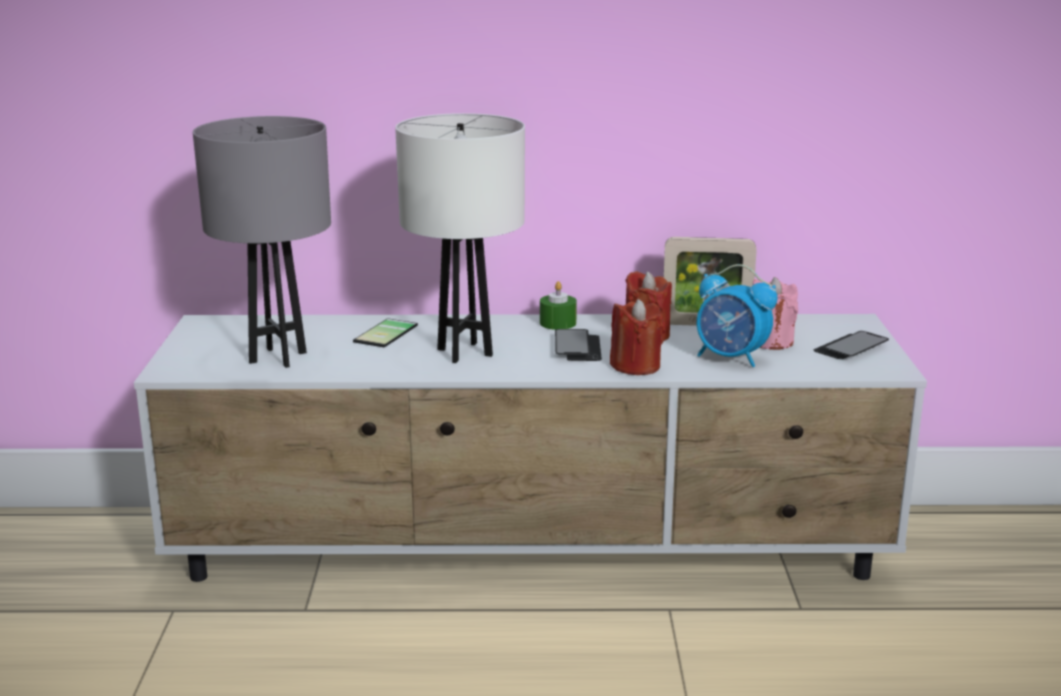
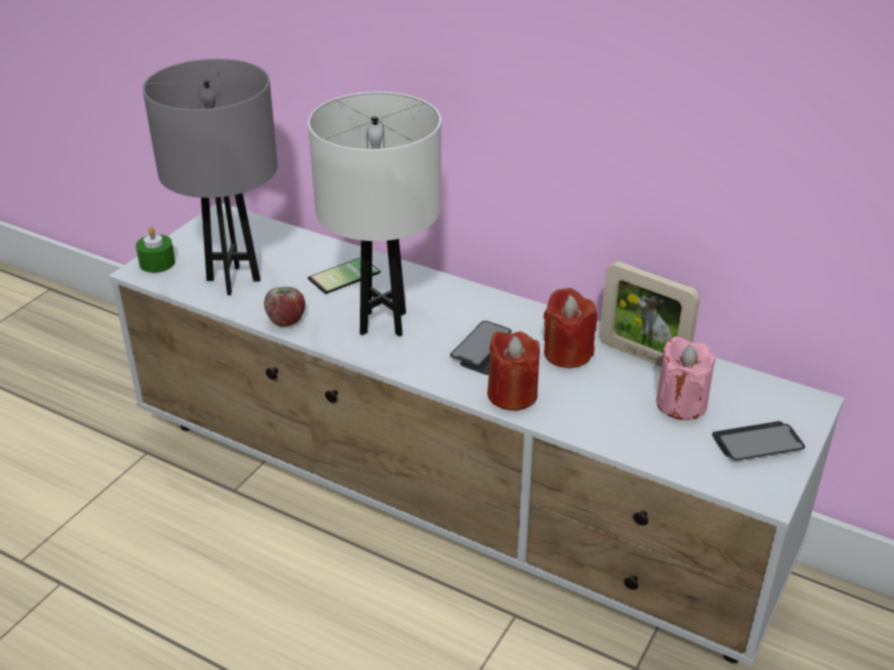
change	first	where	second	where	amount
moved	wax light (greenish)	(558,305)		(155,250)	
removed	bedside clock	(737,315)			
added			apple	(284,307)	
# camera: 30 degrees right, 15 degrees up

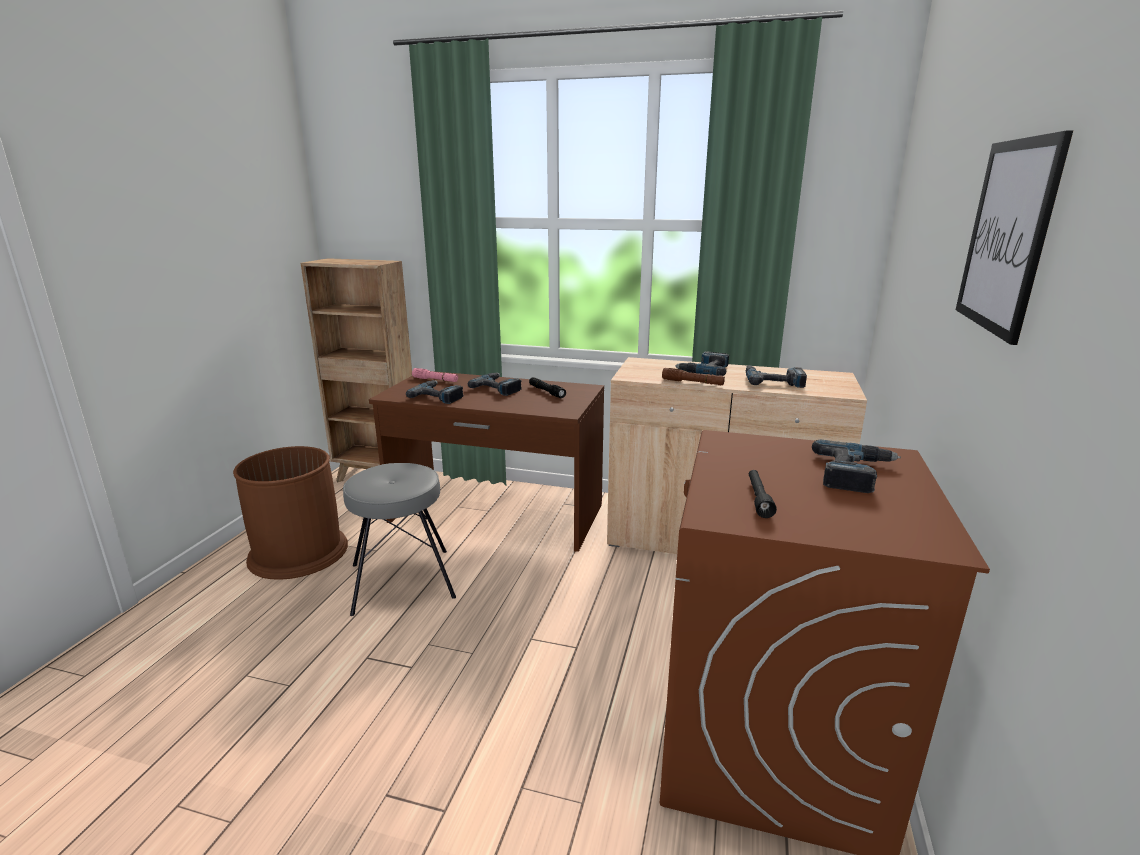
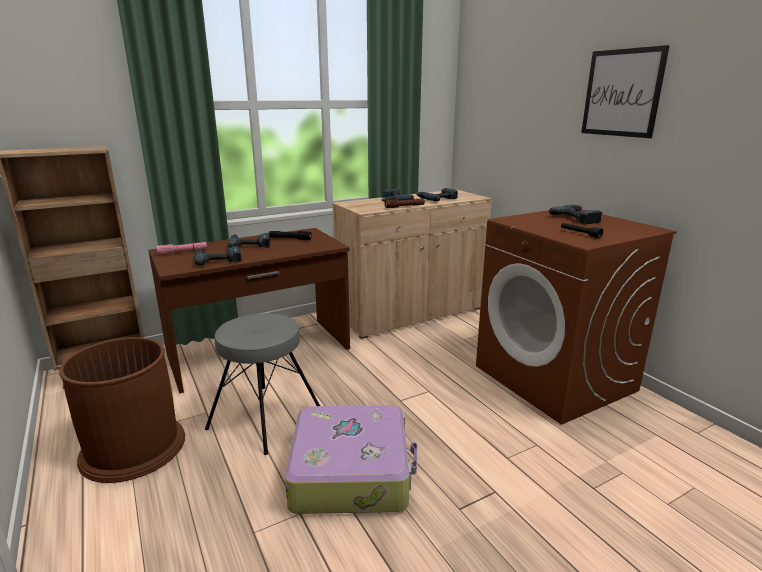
change	first	where	second	where	amount
added			piece of luggage	(351,459)	
# camera: 45 degrees left, 0 degrees up

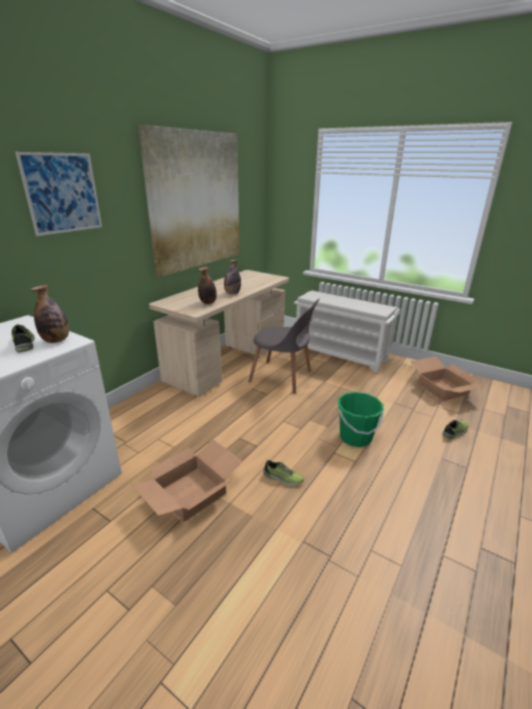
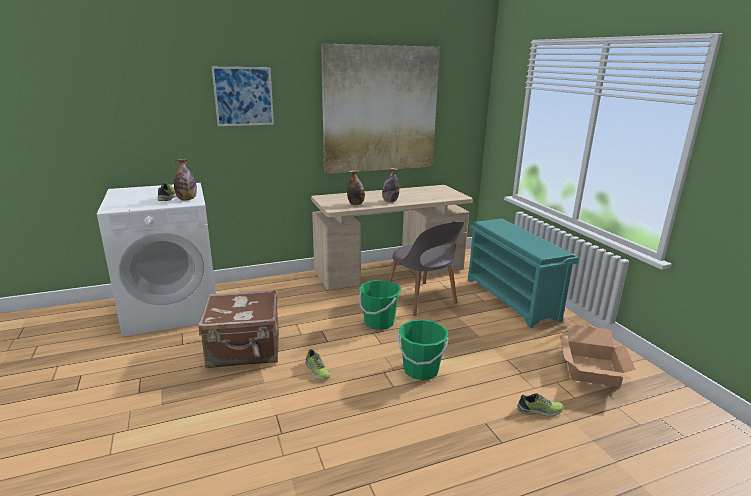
change	first	where	second	where	amount
replaced	cardboard box	(187,480)	piece of luggage (brown)	(238,329)	
recoloured	shoe stand (whitish)	(347,332)	shoe stand (turquoise)	(523,273)	
added			water bucket (greenish)	(380,305)	
# camera: 35 degrees right, 5 degrees down

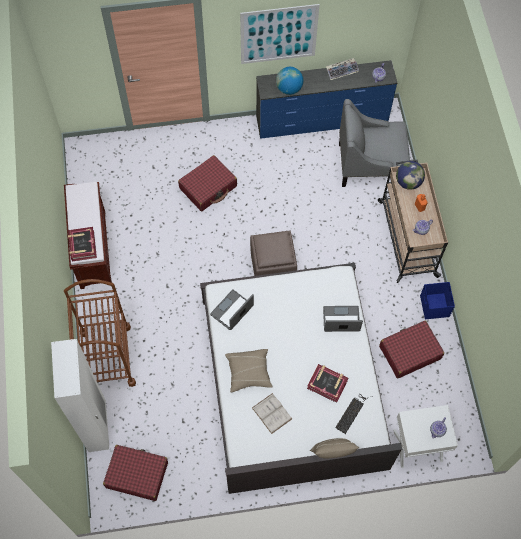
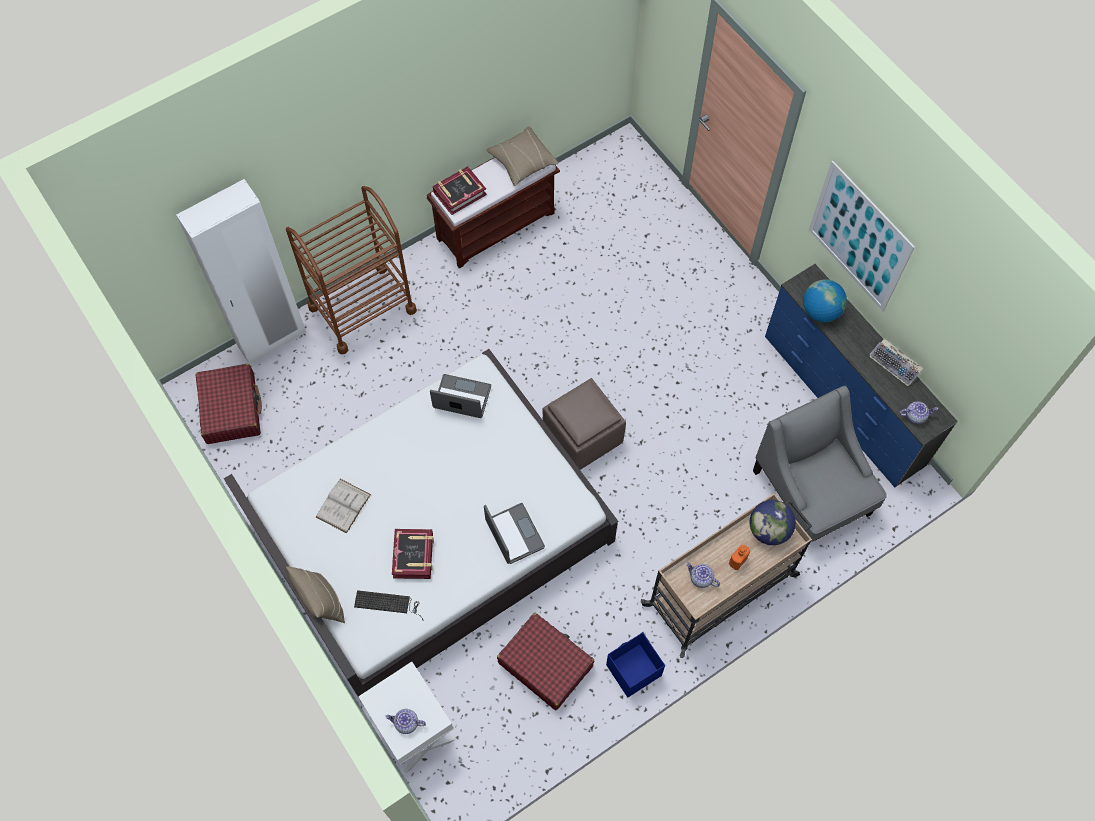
change	first	where	second	where	amount
removed	piece of luggage (red-coloured)	(207,183)			
moved	throw pillow (beige)	(248,370)		(522,156)	
# camera: 65 degrees right, 0 degrees up

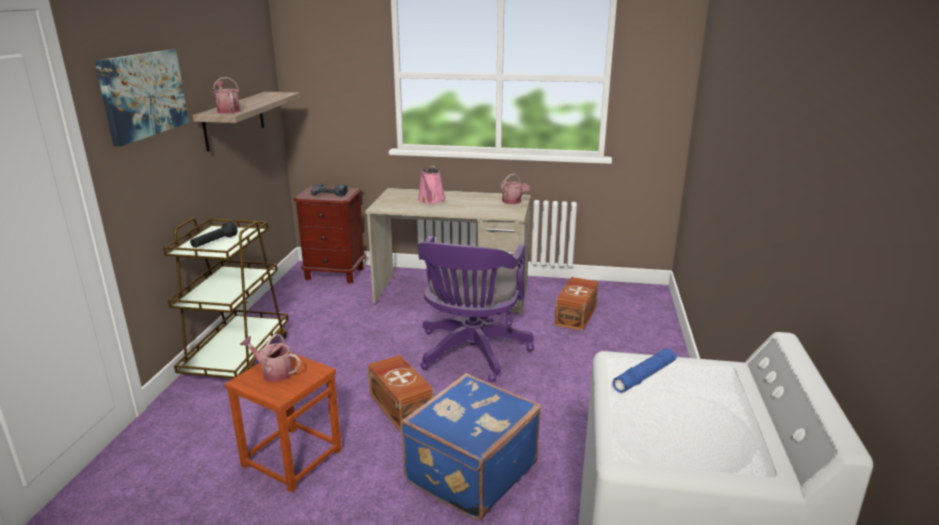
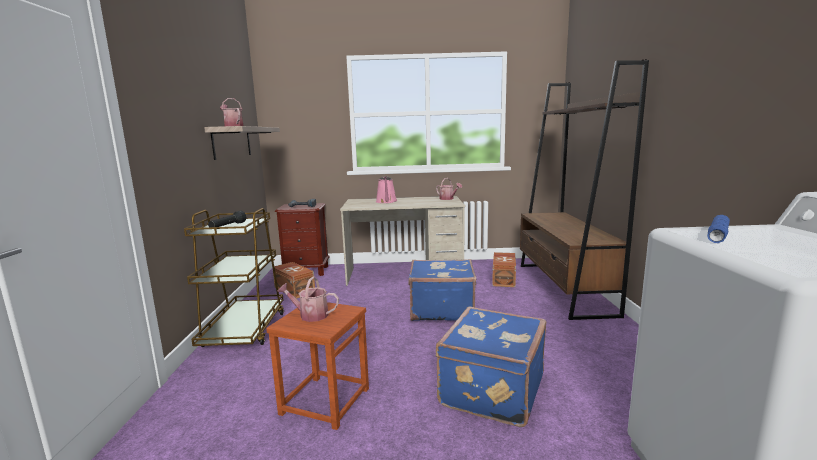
change	first	where	second	where	amount
removed	wall picture	(142,98)			
moved	storage bin (brown)	(401,393)		(294,280)	
replaced	office chair (purplish)	(475,309)	piece of luggage (blue-coloured)	(443,290)	
added			bookshelf (brown)	(584,190)	
# camera: 10 degrees left, 10 degrees down

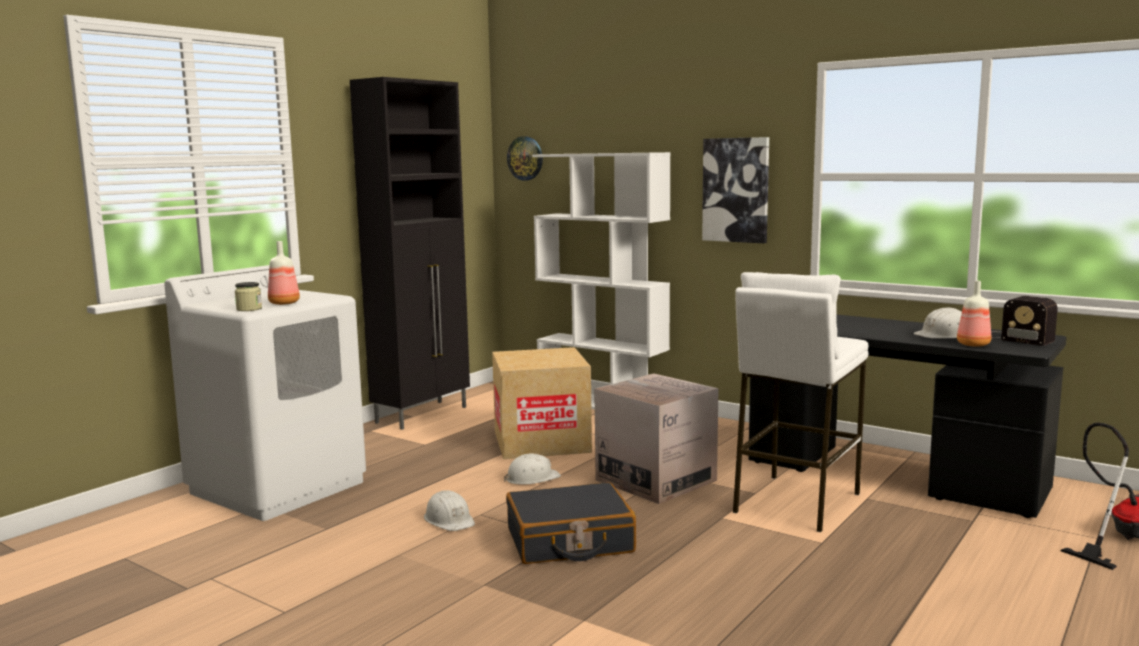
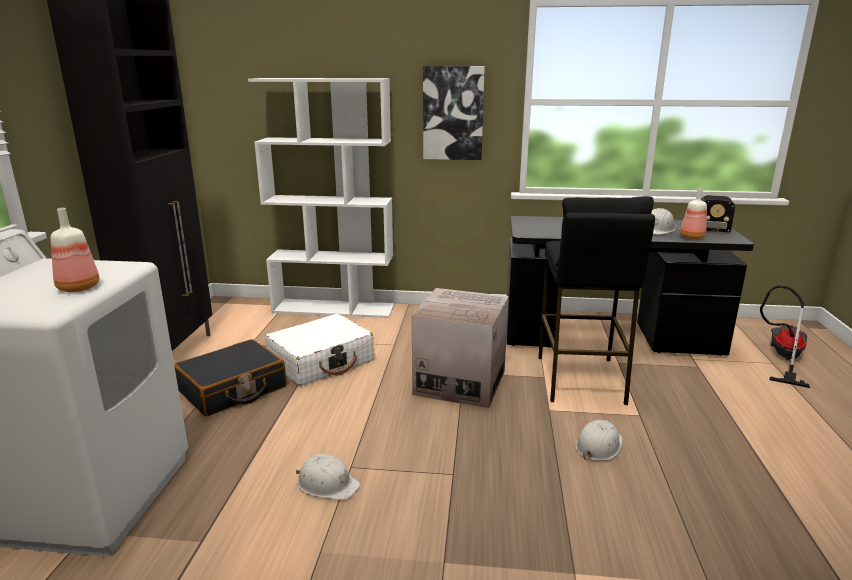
change	first	where	second	where	amount
removed	storage jar	(248,296)			
replaced	cardboard box	(542,403)	piece of luggage (whitish)	(319,350)	
moved	safety helmet (whitish)	(532,469)		(599,440)	
moved	piece of luggage (black)	(571,523)		(230,377)	
removed	wall clock	(525,159)			
recoloured	stool (whitish)	(800,402)	stool (black)	(596,300)	
# camera: 30 degrees left, 10 degrees up

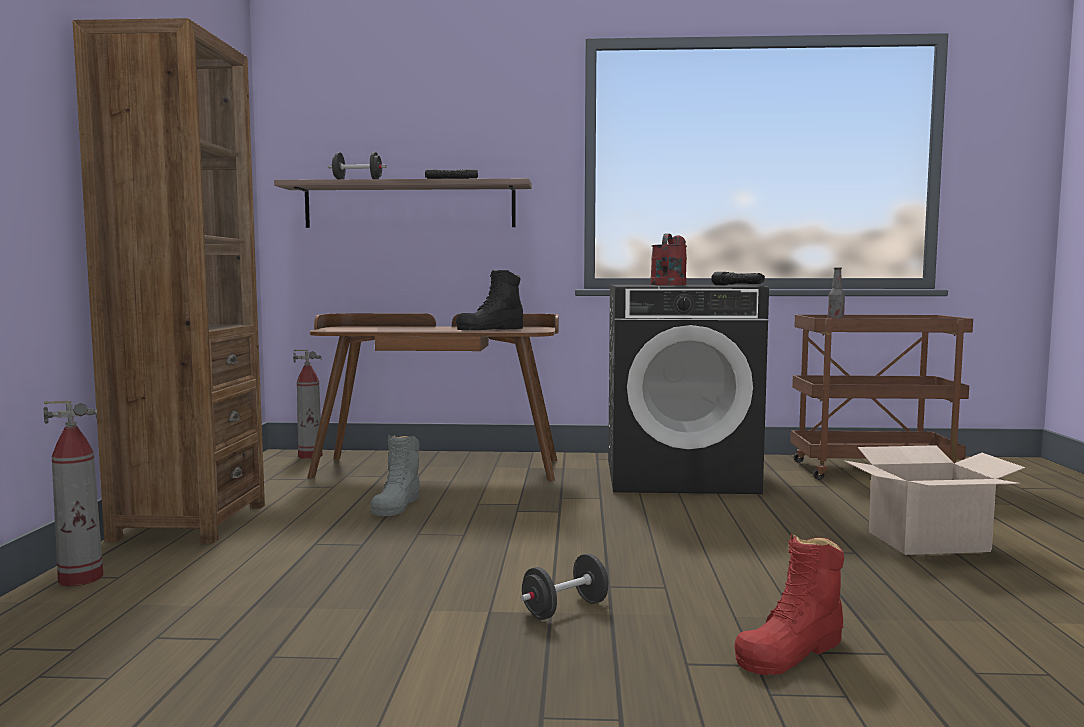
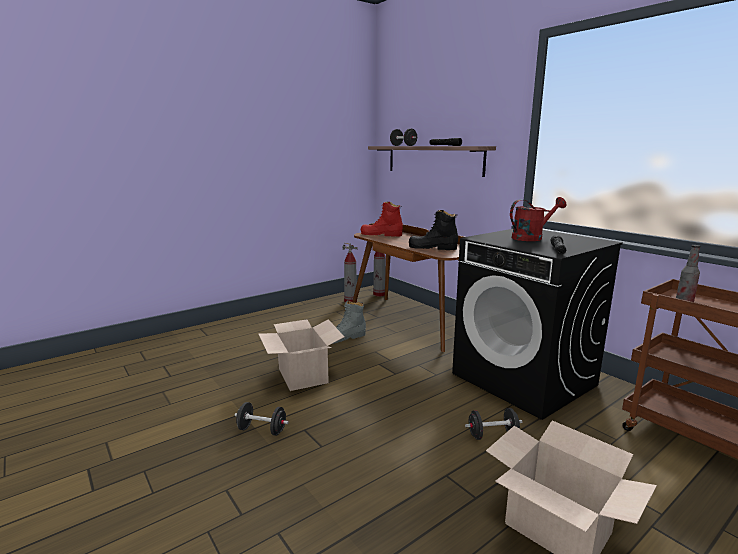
change	first	where	second	where	amount
moved	fire-fighting cylinder	(73,493)		(350,272)	
removed	bookshelf (brown)	(168,281)			
moved	tall boot (red-coloured)	(789,604)		(382,219)	
added			cardboard box	(301,355)	
added			hand weight (black)	(493,424)	
# camera: 50 degrees right, 10 degrees up

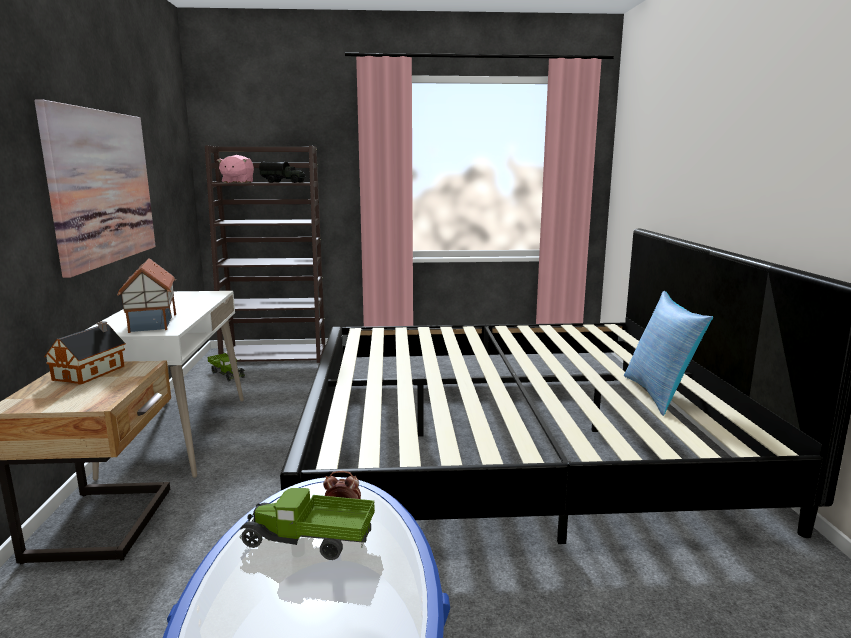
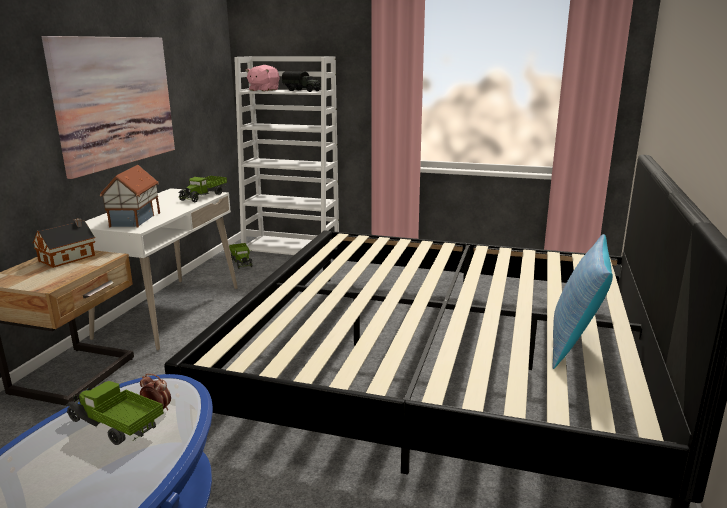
change	first	where	second	where	amount
recoloured	bookshelf (brown)	(265,254)	bookshelf (whitish)	(286,155)	
added			toy lorry	(203,189)	
# camera: 20 degrees right, 5 degrees up

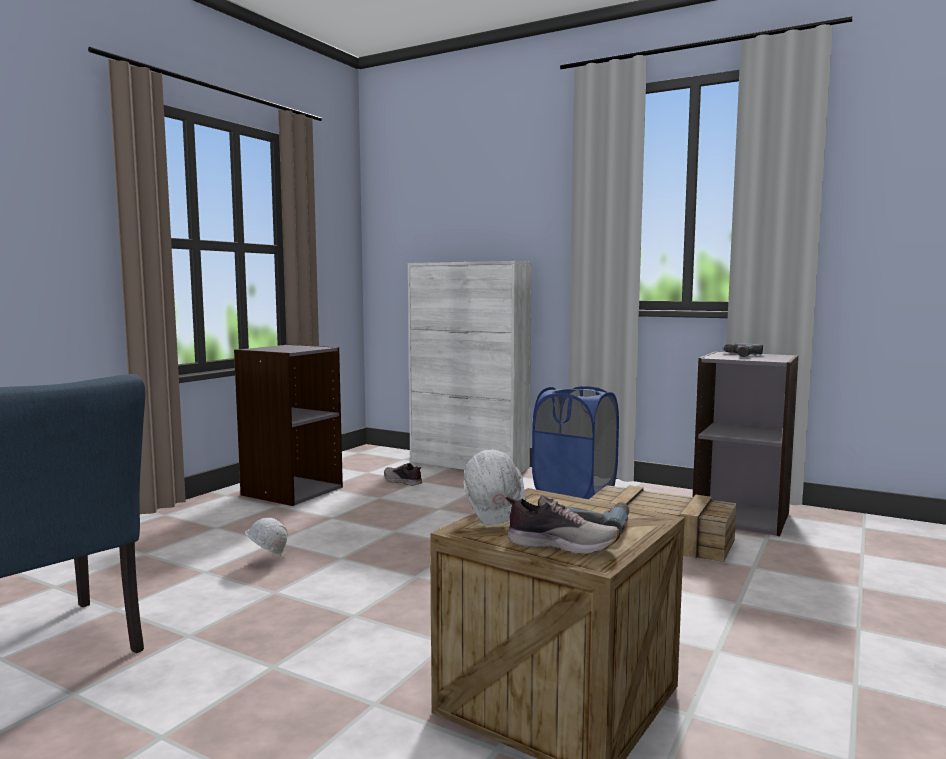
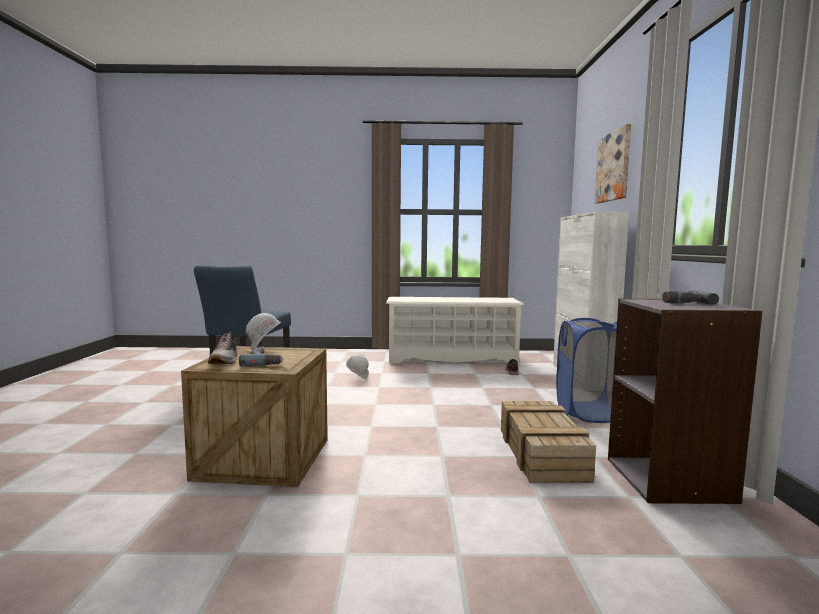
change	first	where	second	where	amount
replaced	bookshelf (grey)	(288,425)	shoe stand (whitish)	(455,331)	
added			wall picture	(612,164)	
# camera: 60 degrees right, 0 degrees up

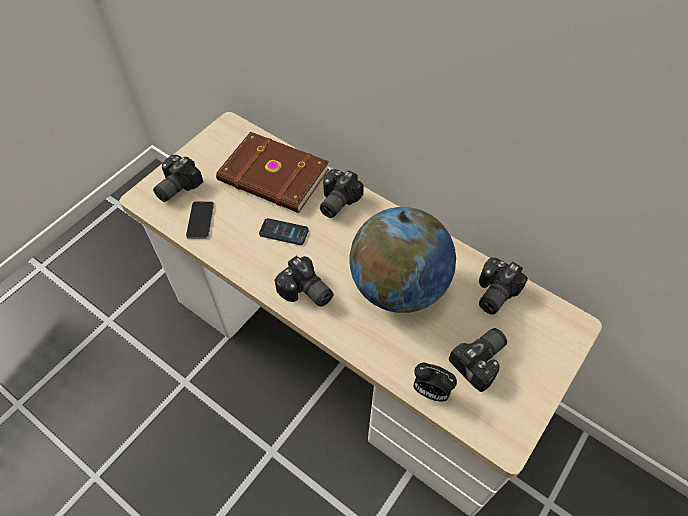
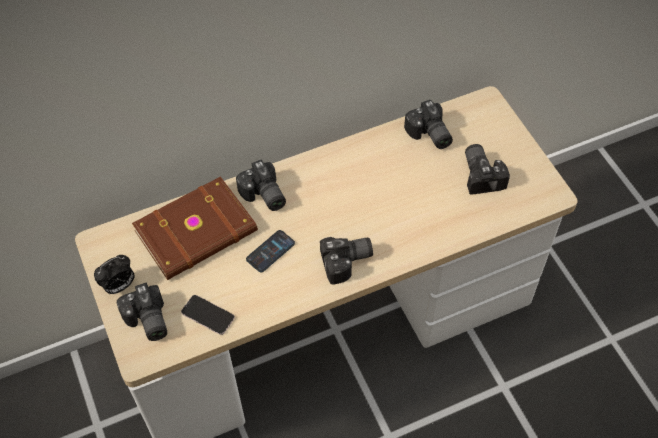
change	first	where	second	where	amount
removed	world globe	(402,260)			
moved	bedside clock	(435,382)		(114,274)	
# camera: 60 degrees left, 0 degrees up

